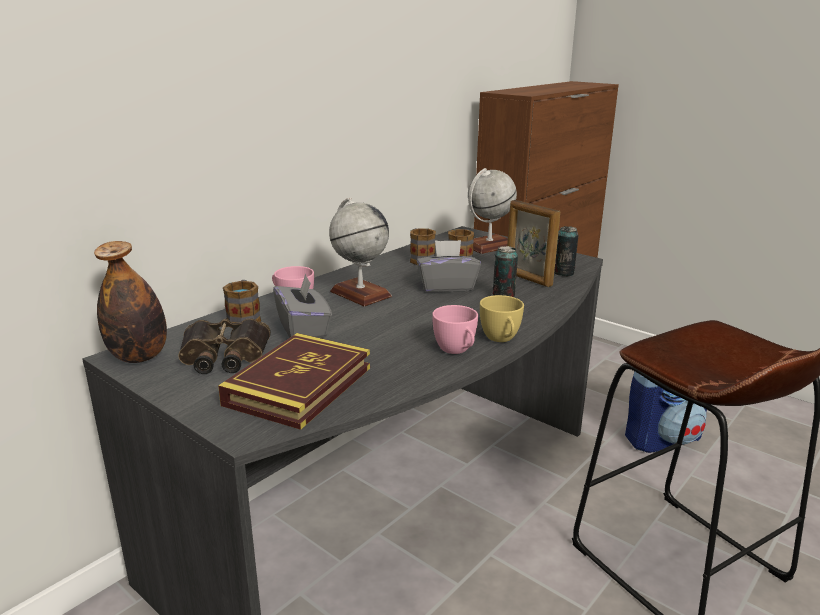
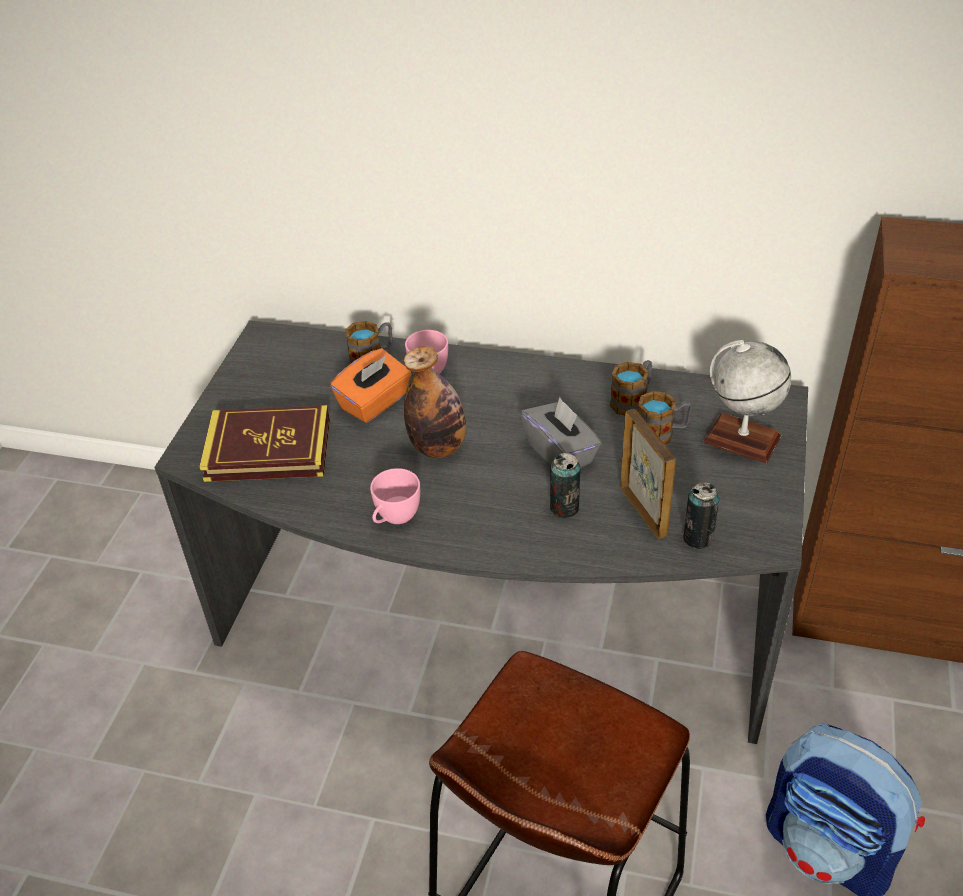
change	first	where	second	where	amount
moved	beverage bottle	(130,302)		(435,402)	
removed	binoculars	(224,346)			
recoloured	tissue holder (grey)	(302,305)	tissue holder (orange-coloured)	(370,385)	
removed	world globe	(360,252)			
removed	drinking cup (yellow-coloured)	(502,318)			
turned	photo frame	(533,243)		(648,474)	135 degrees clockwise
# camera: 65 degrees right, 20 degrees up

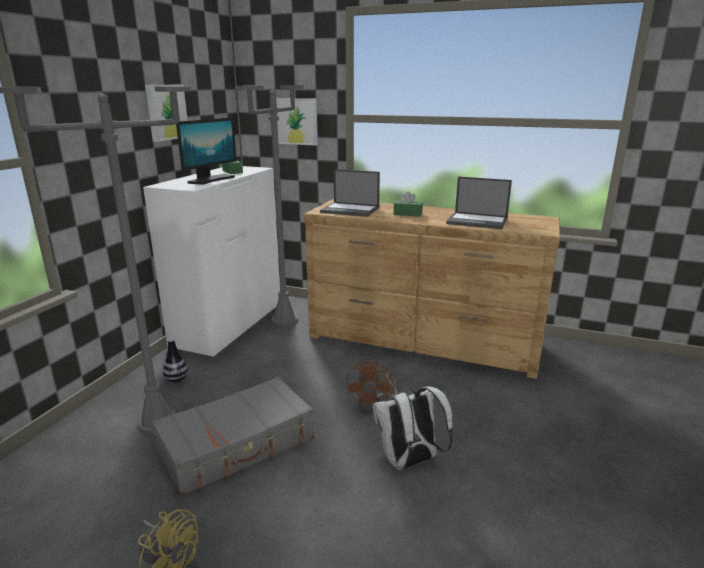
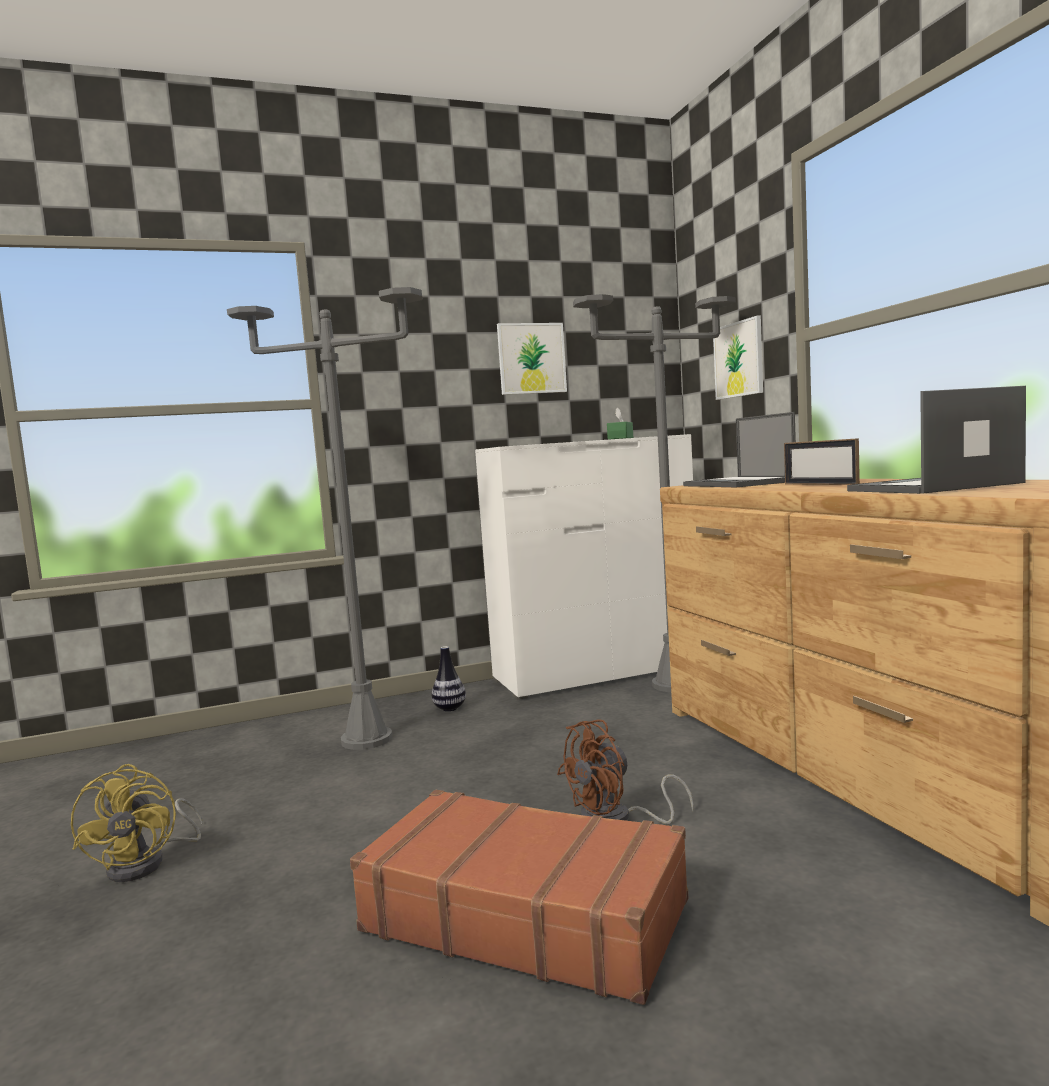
change	first	where	second	where	amount
removed	piece of luggage (grey)	(233,436)			
removed	monitor	(206,151)			
replaced	knapsack (whitish)	(413,428)	piece of luggage (brown)	(519,897)	
replaced	tissue holder (greenish)	(408,204)	photo frame	(822,461)	
turned	laptop	(479,203)		(936,440)	90 degrees clockwise
# camera: 50 degrees right, 15 degrees down

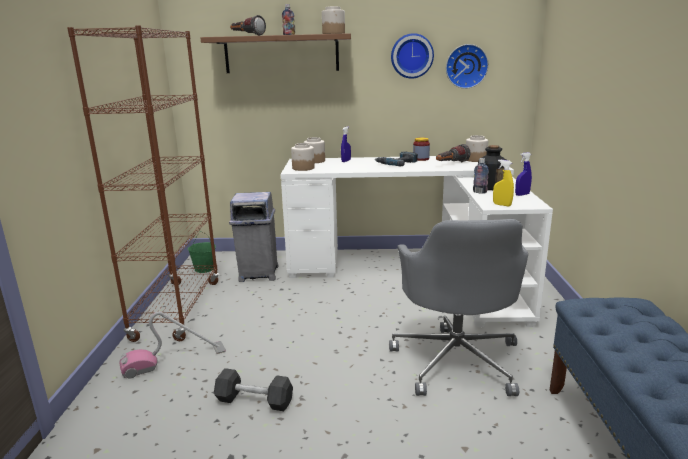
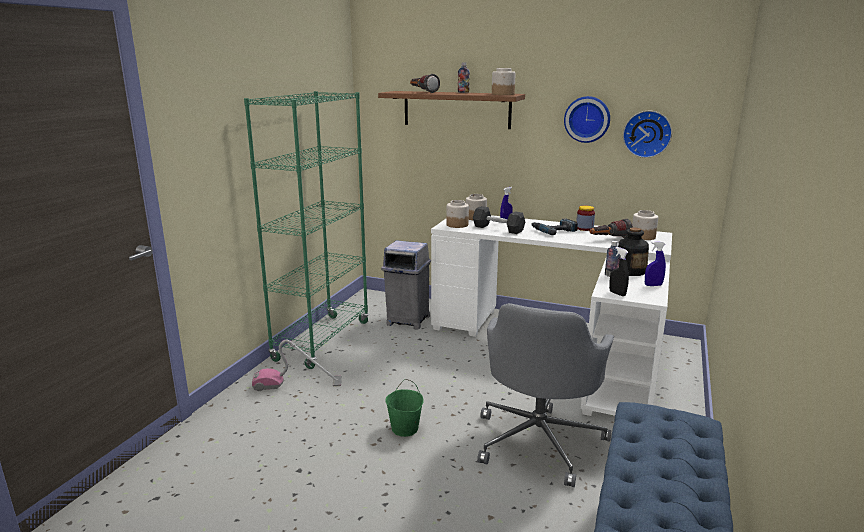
change	first	where	second	where	amount
recoloured	bookshelf (brown)	(143,183)	bookshelf (greenish)	(306,230)	
moved	water bucket (greenish)	(202,252)		(404,408)	
moved	hand weight (black)	(253,389)		(499,220)	
recoloured	sprayer (yellow-coloured)	(503,183)	sprayer (black)	(619,271)	
# camera: 20 degrees right, 0 degrees up

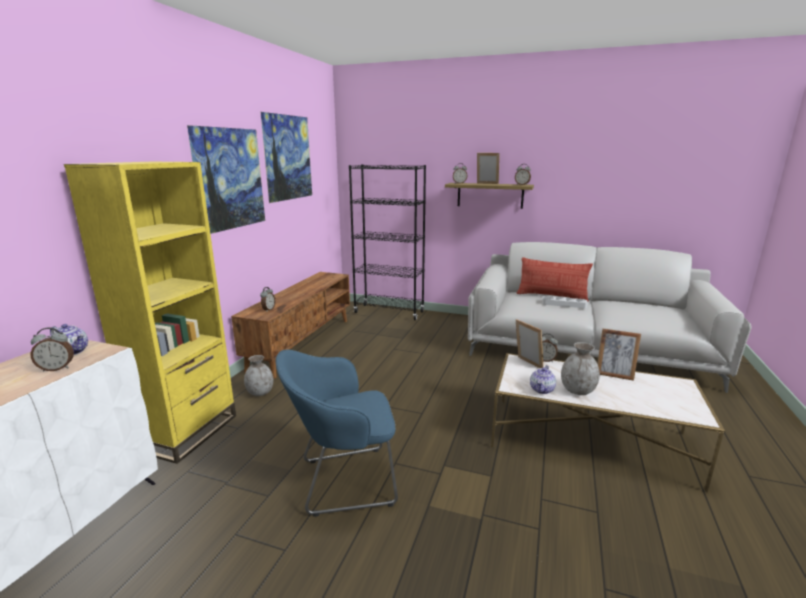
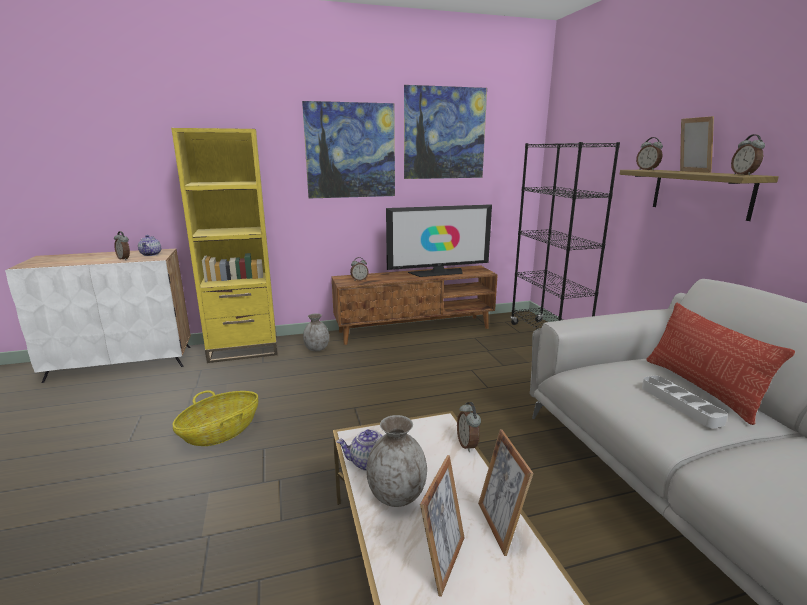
change	first	where	second	where	amount
replaced	armchair (blue-coloured)	(337,433)	storage basket	(215,418)	
moved	photo frame	(530,343)		(442,526)	
added			TV set	(439,240)	
# camera: 55 degrees right, 0 degrees up

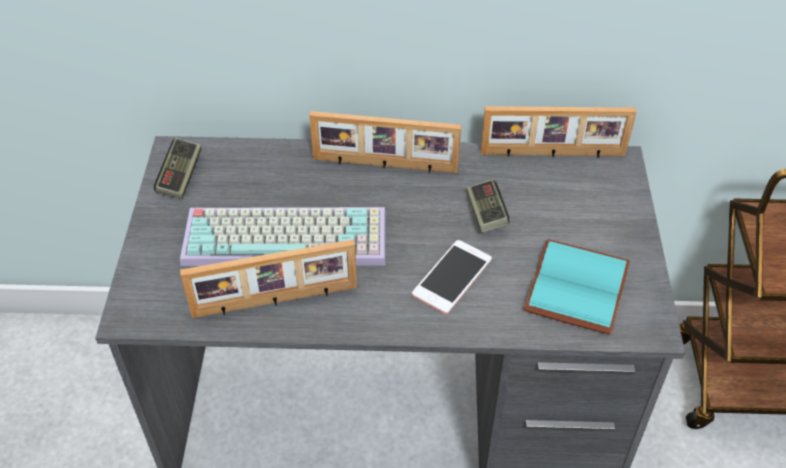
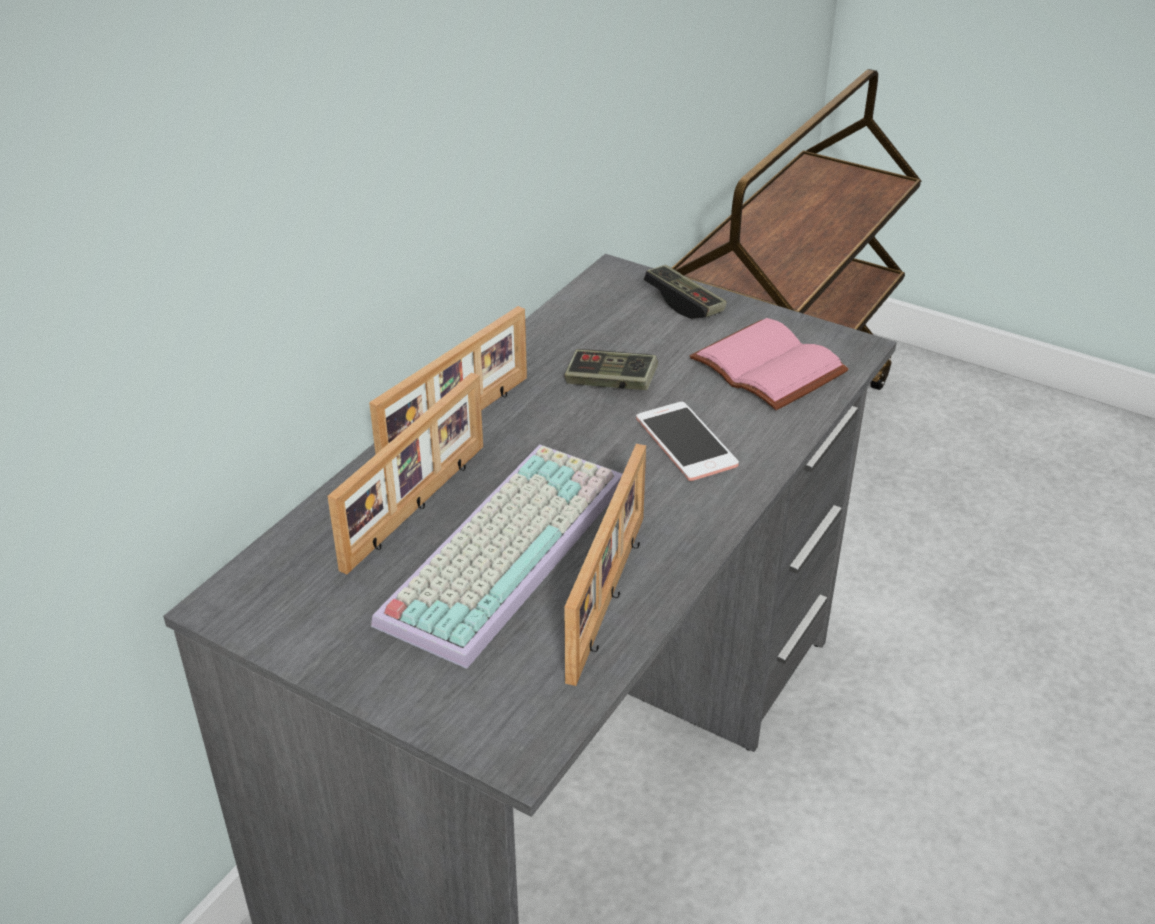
change	first	where	second	where	amount
moved	gamepad	(177,168)		(685,292)	
moved	photo frame	(559,132)		(405,473)	
recoloured	book (turquoise)	(576,287)	book (pink-coloured)	(769,364)	
# camera: 60 degrees left, 10 degrees down

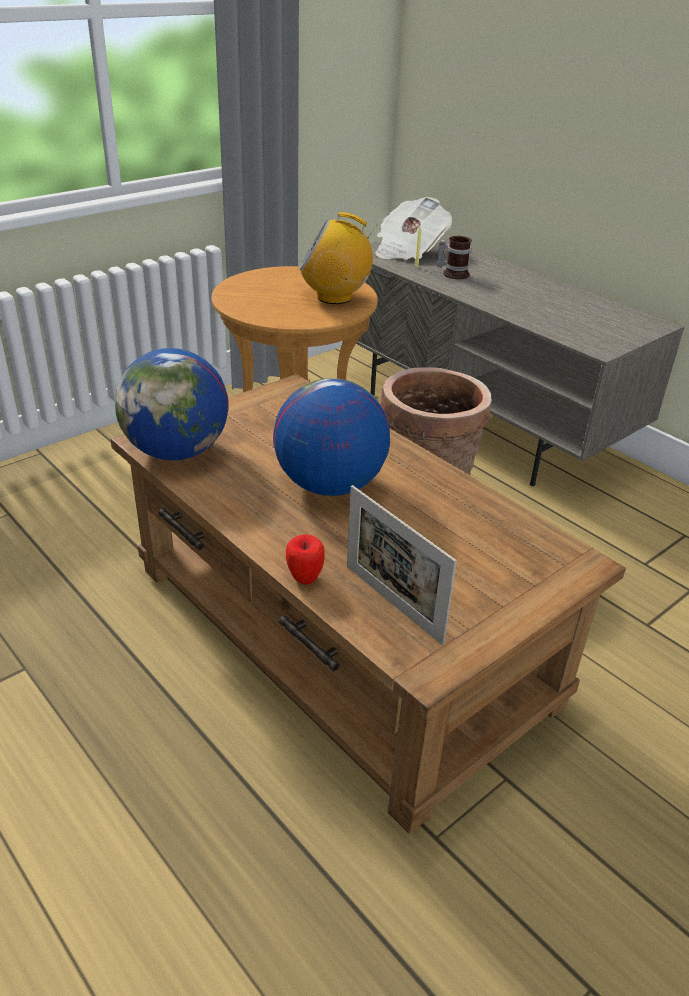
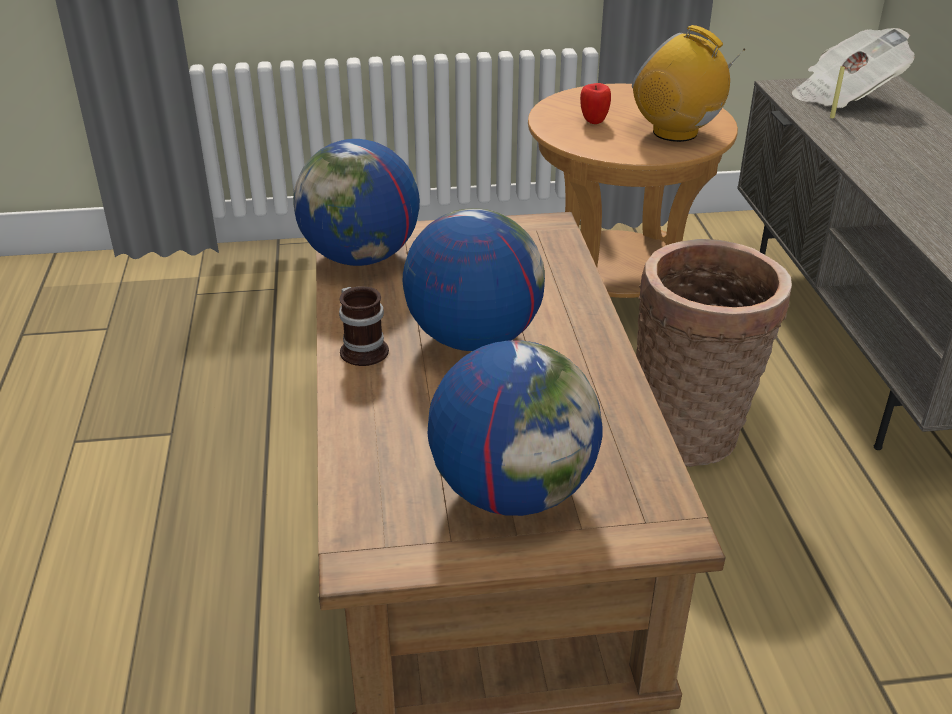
change	first	where	second	where	amount
moved	apple	(305,559)		(595,103)	
removed	photo frame	(402,565)			
moved	coffee mug	(454,257)		(364,326)	
added			world globe	(515,428)	
# camera: 35 degrees right, 0 degrees up

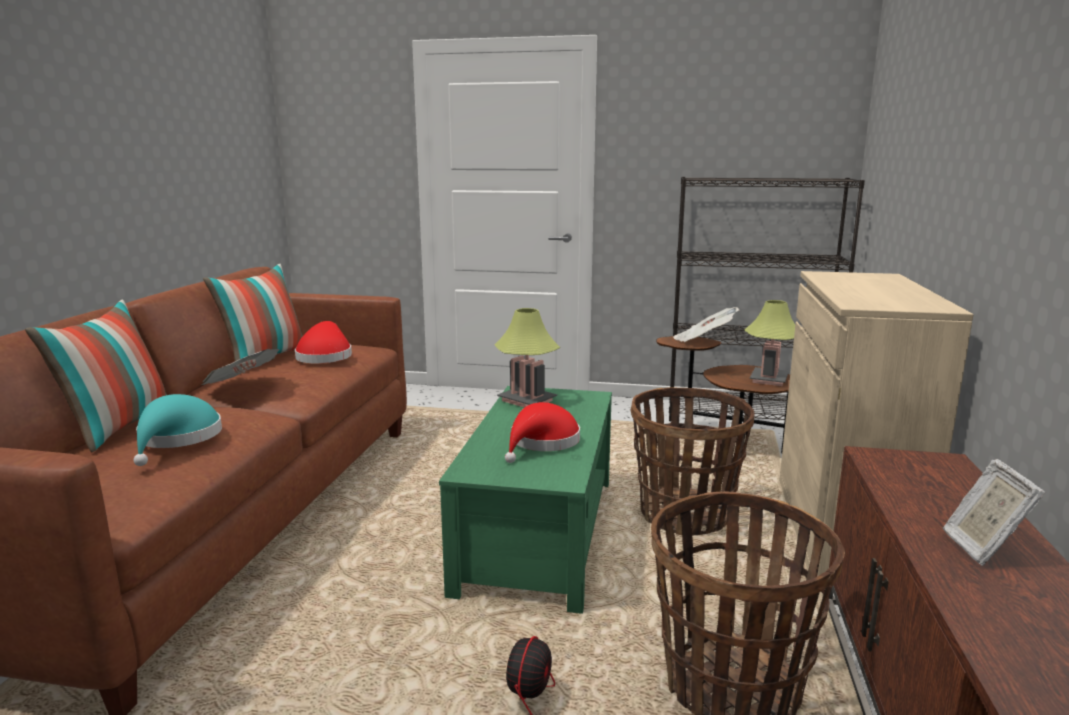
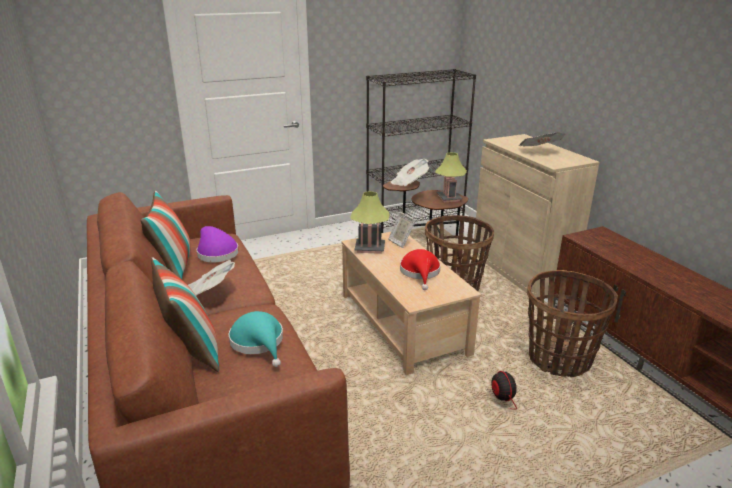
change	first	where	second	where	amount
recoloured	hat (red-coloured)	(323,342)	hat (purplish)	(218,244)	
recoloured	low table (greenish)	(525,500)	low table (beige)	(411,303)	
moved	photo frame	(994,512)		(402,229)	
added			daily paper	(542,139)	
# camera: 35 degrees left, 10 degrees up

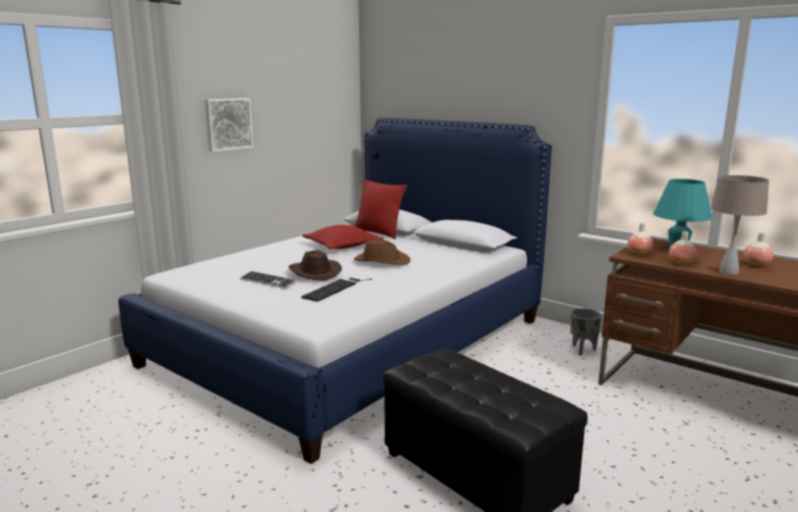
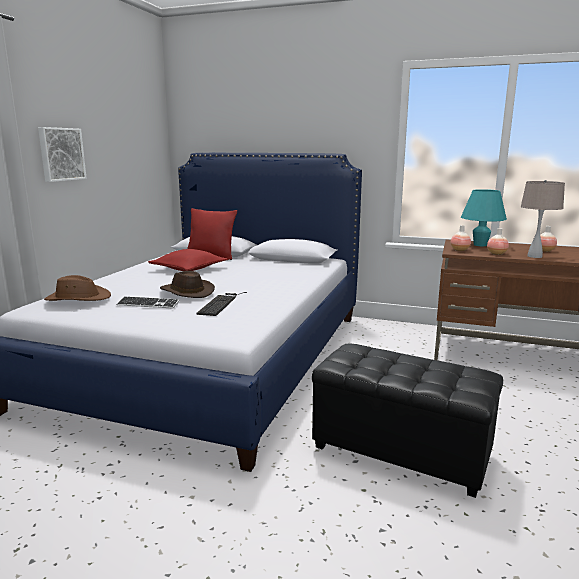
change	first	where	second	where	amount
moved	hat (brown)	(382,252)		(77,288)	
removed	plant pot (grey)	(586,331)			
# camera: 20 degrees left, 0 degrees up

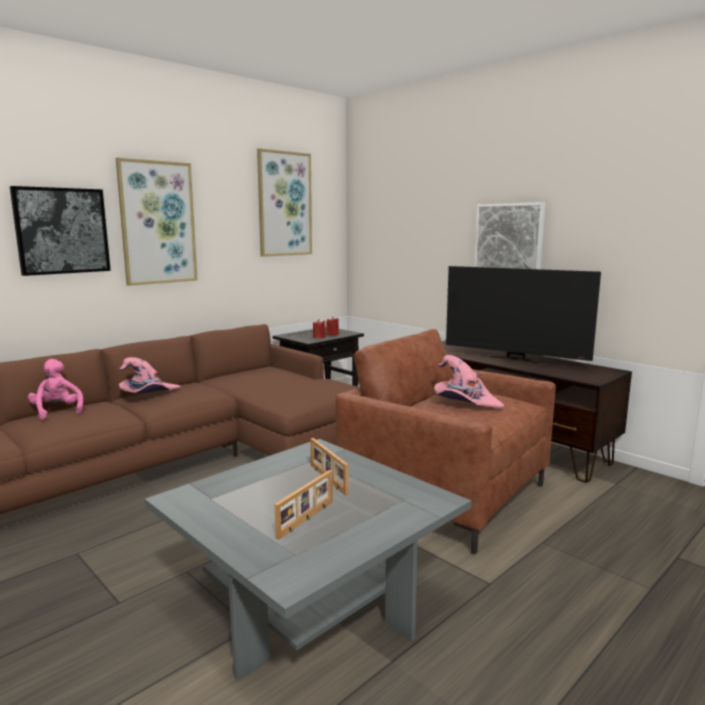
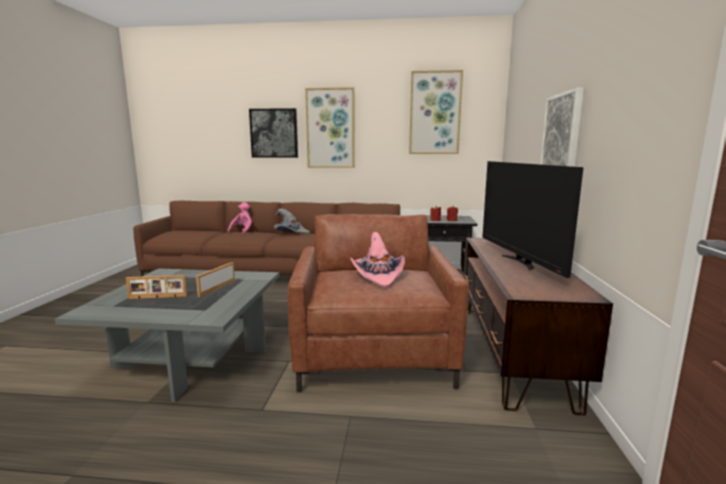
change	first	where	second	where	amount
recoloured	hat (pink-coloured)	(150,375)	hat (grey)	(292,221)	
# camera: 50 degrees right, 0 degrees up

